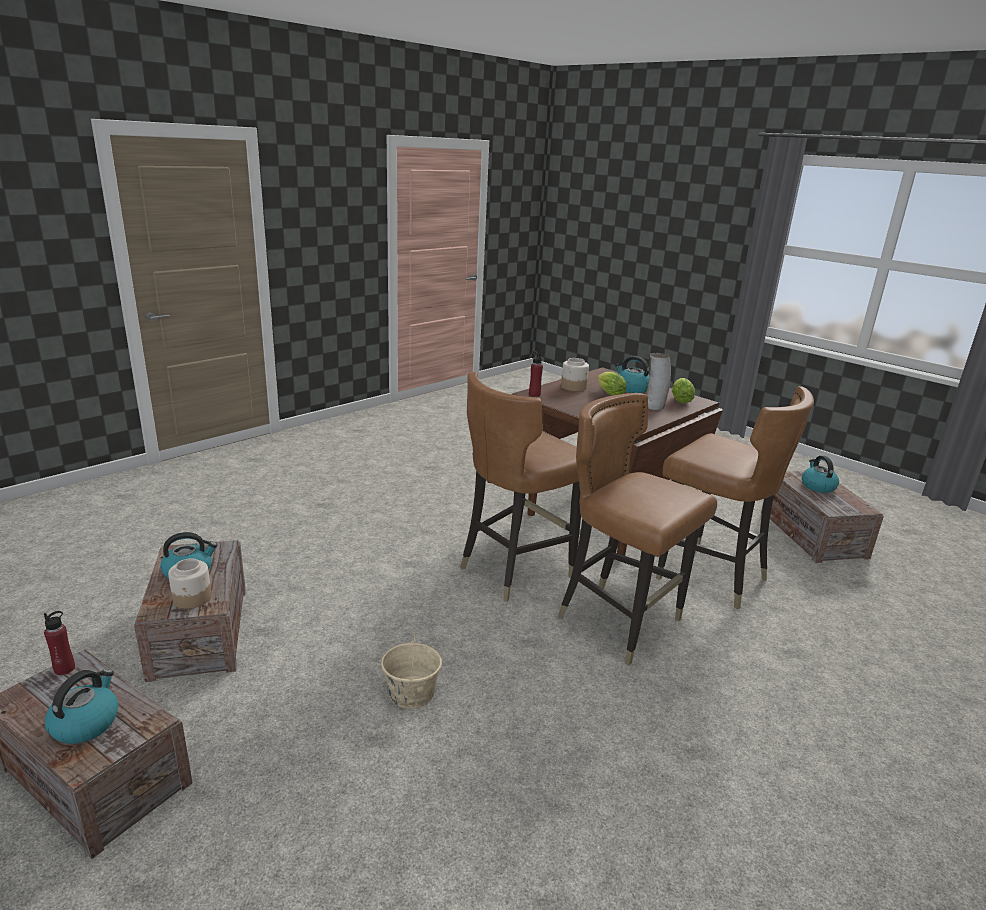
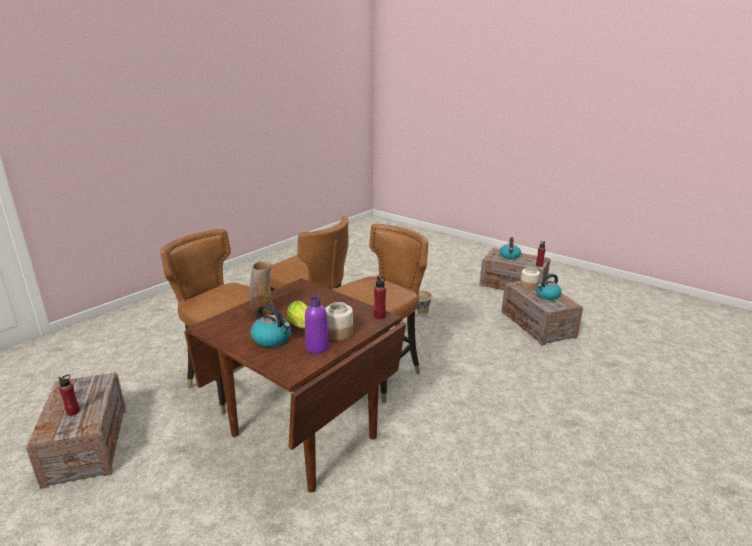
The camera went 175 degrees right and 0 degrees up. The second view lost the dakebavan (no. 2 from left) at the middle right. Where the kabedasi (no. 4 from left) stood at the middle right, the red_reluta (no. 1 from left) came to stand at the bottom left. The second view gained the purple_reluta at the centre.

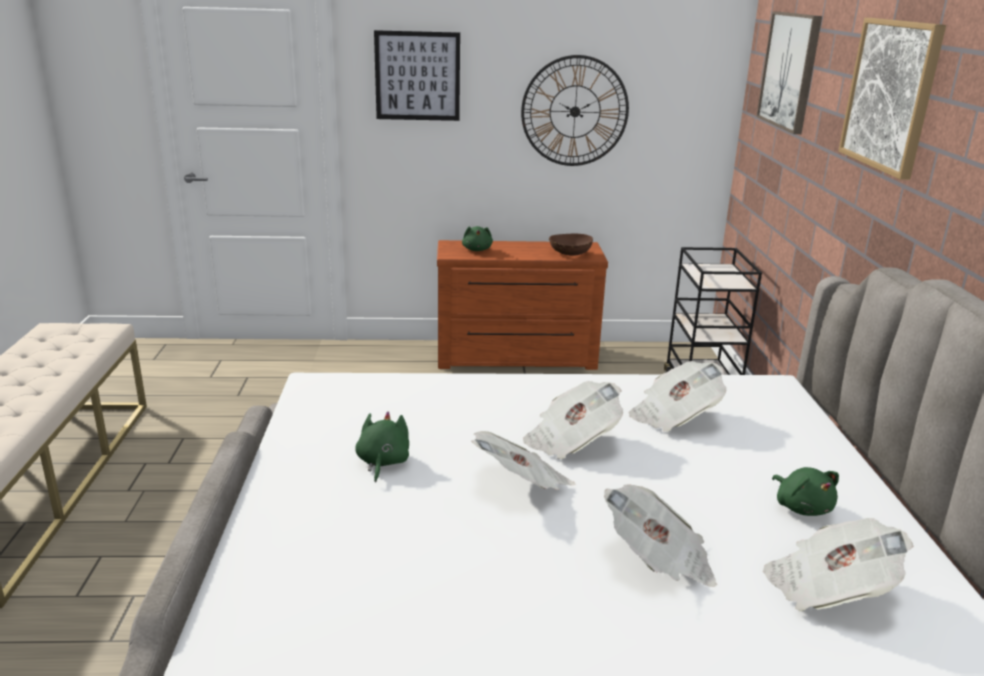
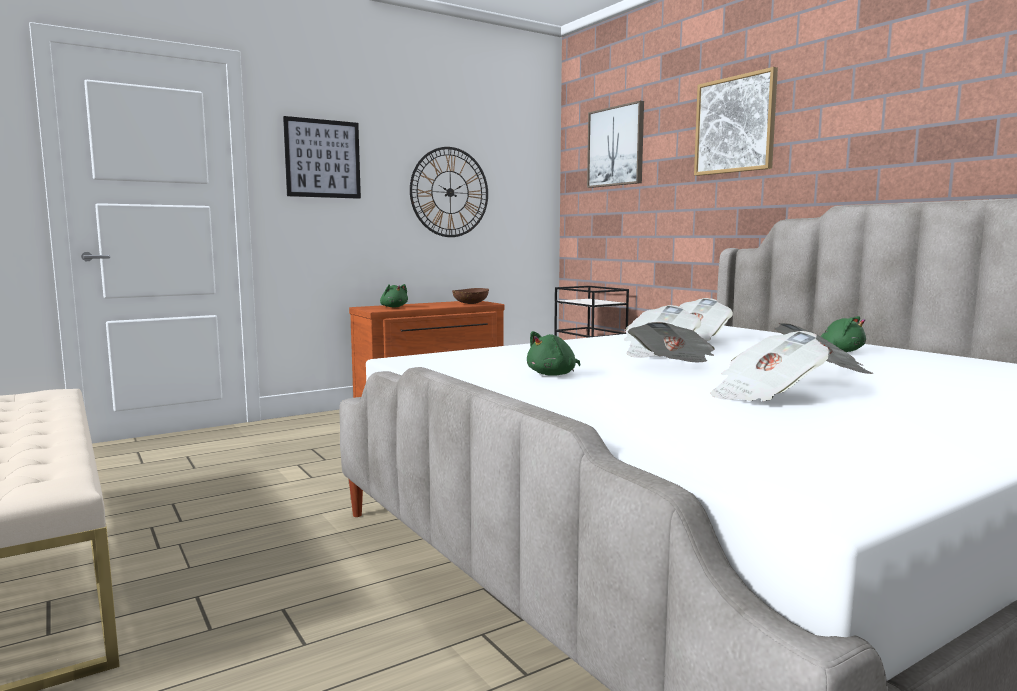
The camera went 30 degrees left and 15 degrees down. The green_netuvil (no. 1 from left in the first image) at the centre ended up facing another way, 105 degrees counterclockwise from before. The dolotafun (no. 5 from left in the first image) ended up elsewhere, having gone from the bottom right to the middle right.

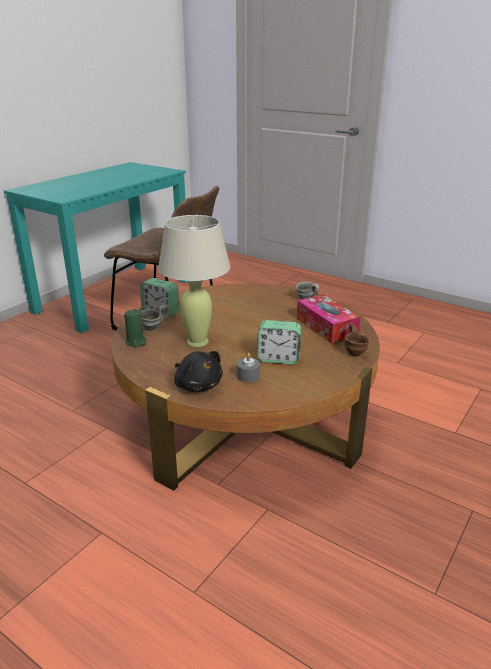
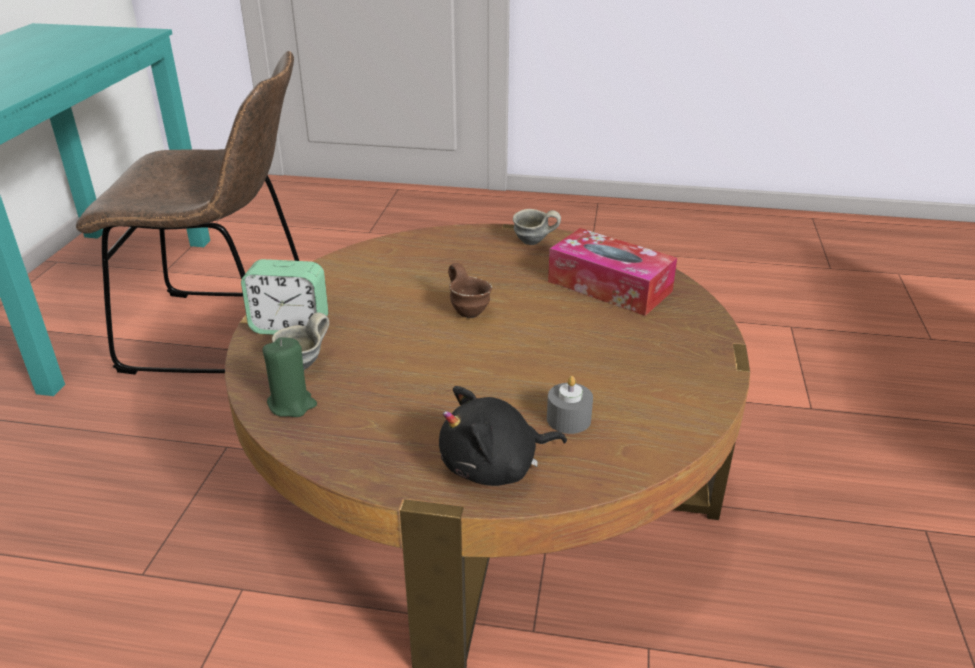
The camera went 25 degrees left and 5 degrees up. The second view lost the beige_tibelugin at the centre. The black_netuvil at the centre ended up facing another way, 135 degrees clockwise from before. The second view lost the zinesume (no. 2 from left) at the centre. The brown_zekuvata ended up elsewhere, having gone from the middle right to the centre.

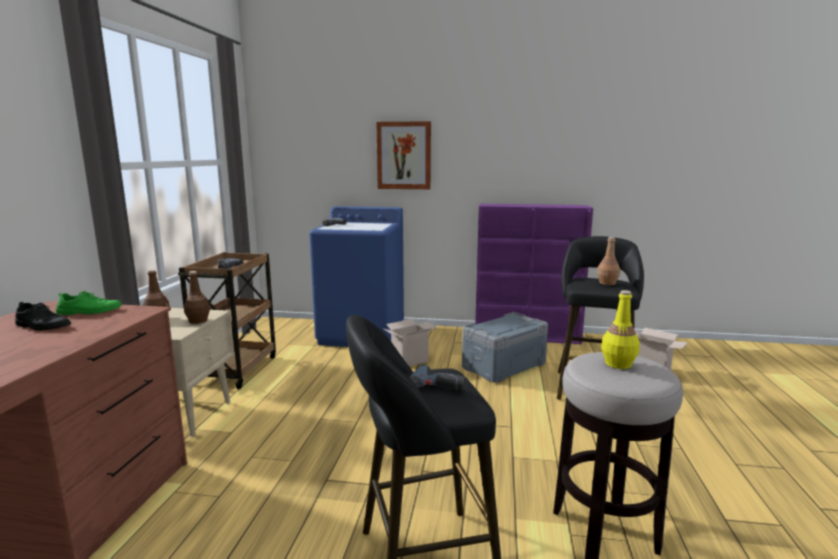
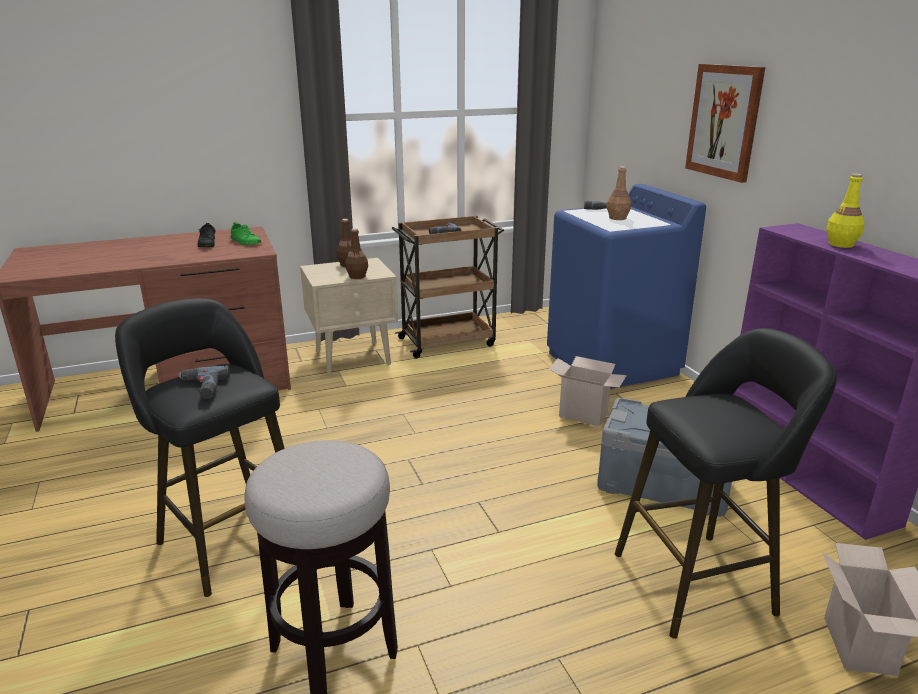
The camera went 60 degrees right and 10 degrees up. The brown_reluta (no. 3 from left) ended up elsewhere, having gone from the middle right to the top right. The yellow_reluta ended up elsewhere, having gone from the middle right to the top right.

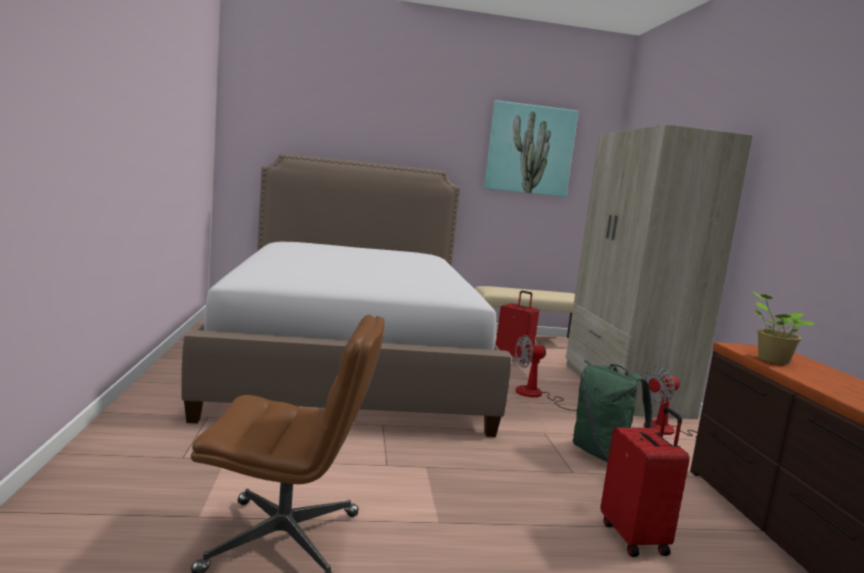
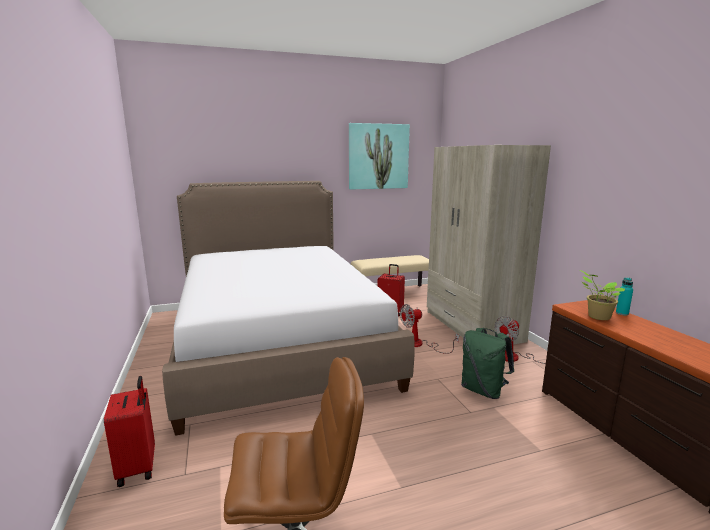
The camera went 10 degrees left and 5 degrees up. The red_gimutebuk (no. 2 from left in the first image) ended up elsewhere, having gone from the bottom right to the bottom left. The second view gained the turquoise_reluta at the middle right.

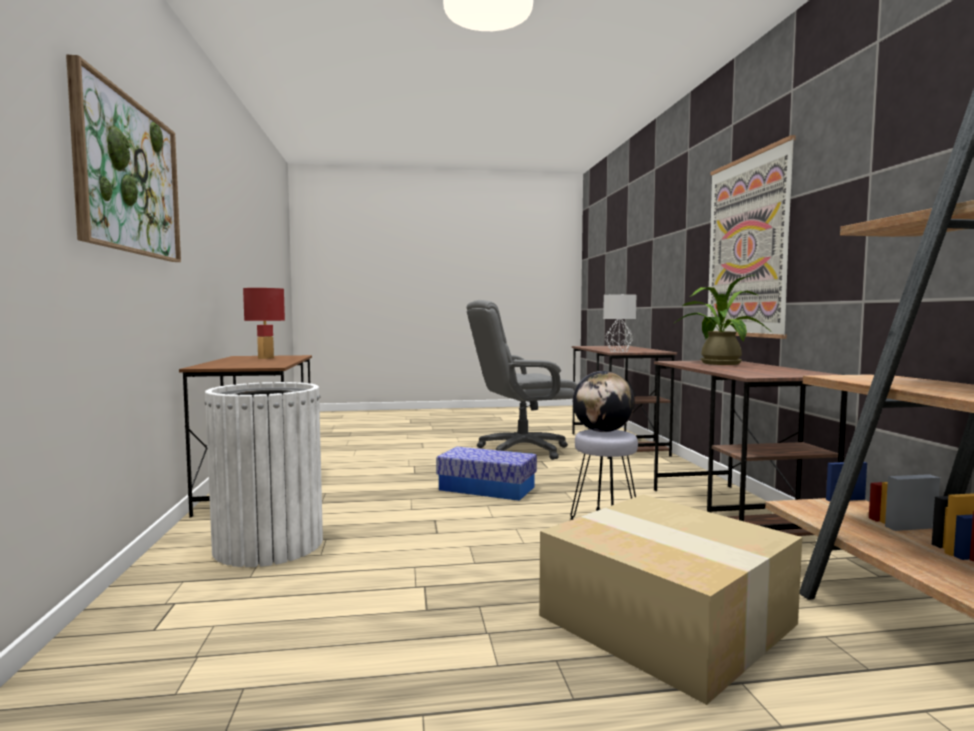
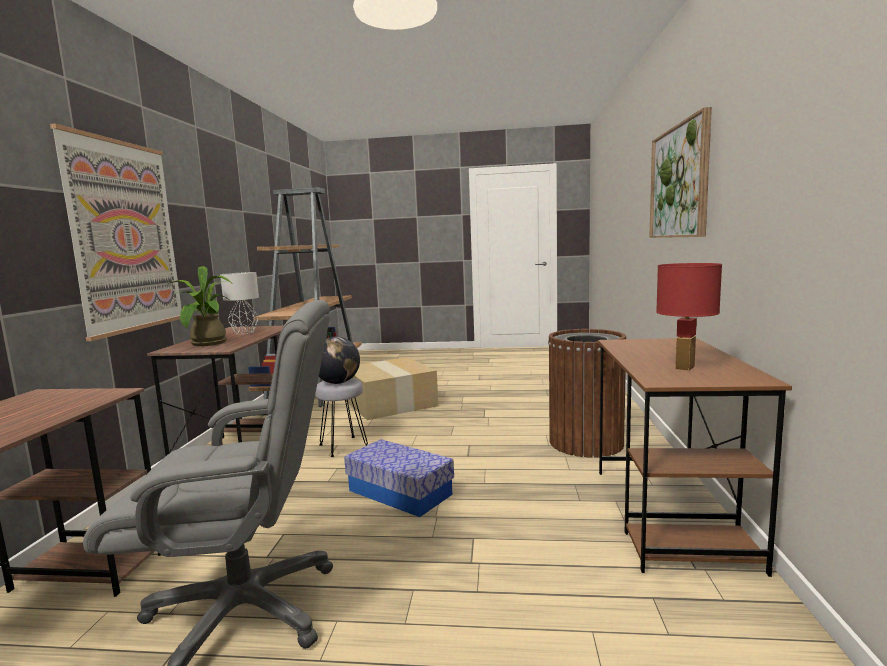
The camera went 165 degrees left and 5 degrees up. What was the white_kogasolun at the middle left turned into the brown_kogasolun at the centre. The grey_tibelugin ended up elsewhere, having gone from the centre to the middle left.

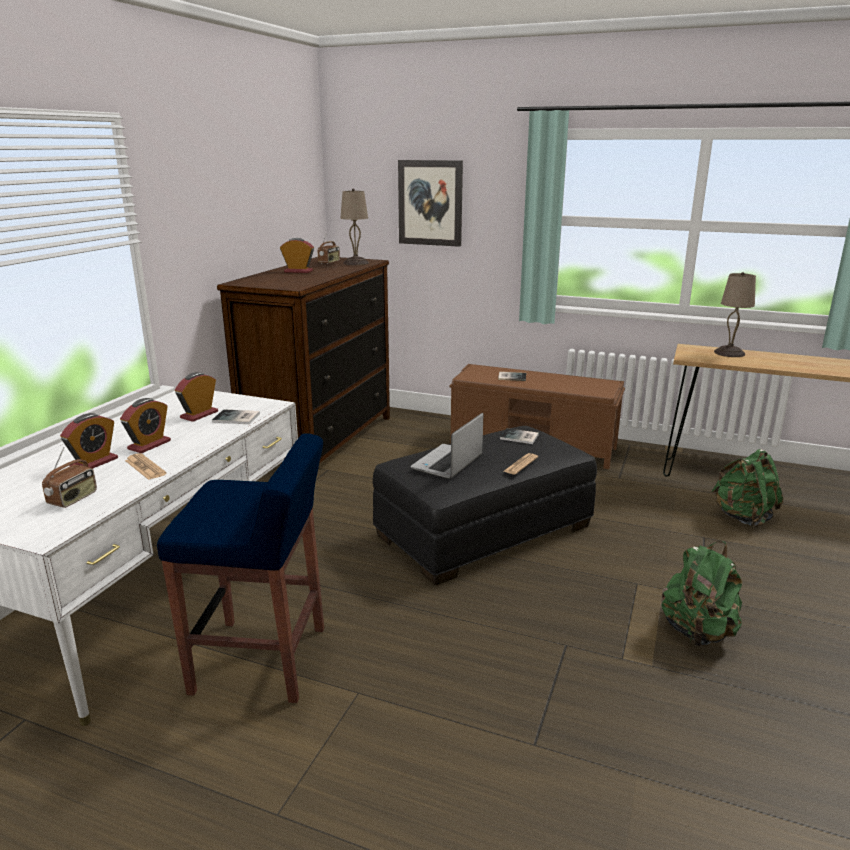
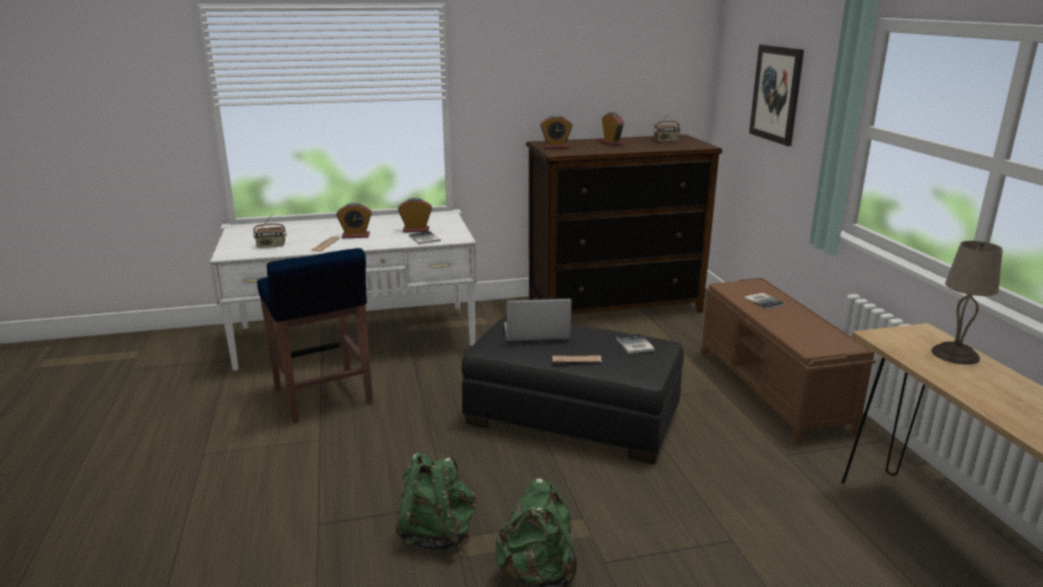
The camera went 55 degrees right and 0 degrees up. The zinesume (no. 1 from left in the first image) ended up elsewhere, having gone from the middle left to the top centre. The second view lost the beige_tibelugin (no. 1 from left) at the top centre. The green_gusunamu (no. 2 from left in the first image) ended up elsewhere, having gone from the middle right to the bottom centre.

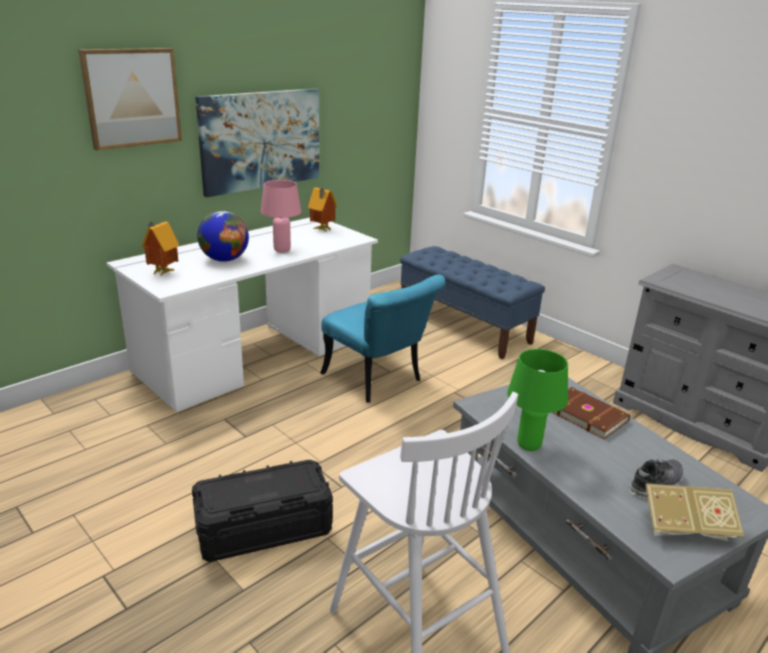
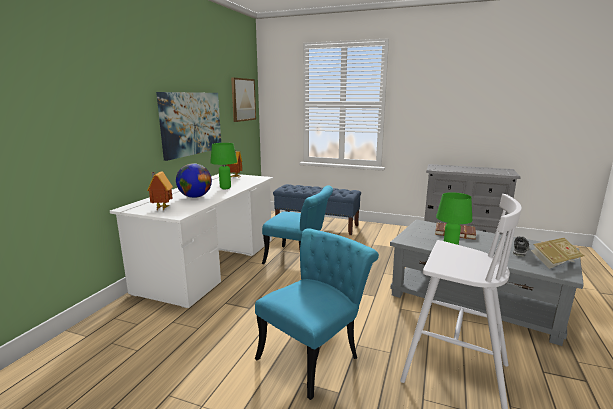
The camera went 25 degrees left and 10 degrees down. The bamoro (no. 1 from left in the first image) ended up elsewhere, having gone from the top left to the top centre. Where the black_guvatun stood at the bottom centre, the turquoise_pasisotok (no. 2 from left) came to stand at the bottom centre. What was the pink_tibelugin at the top centre turned into the green_tibelugin (no. 1 from left) at the centre.

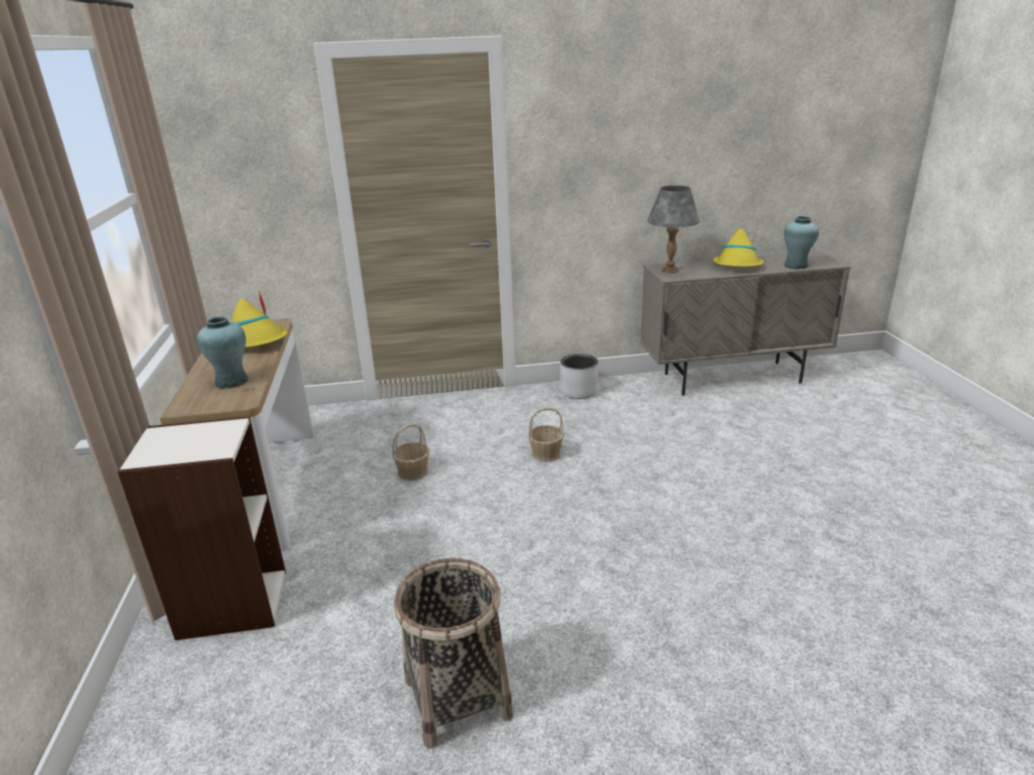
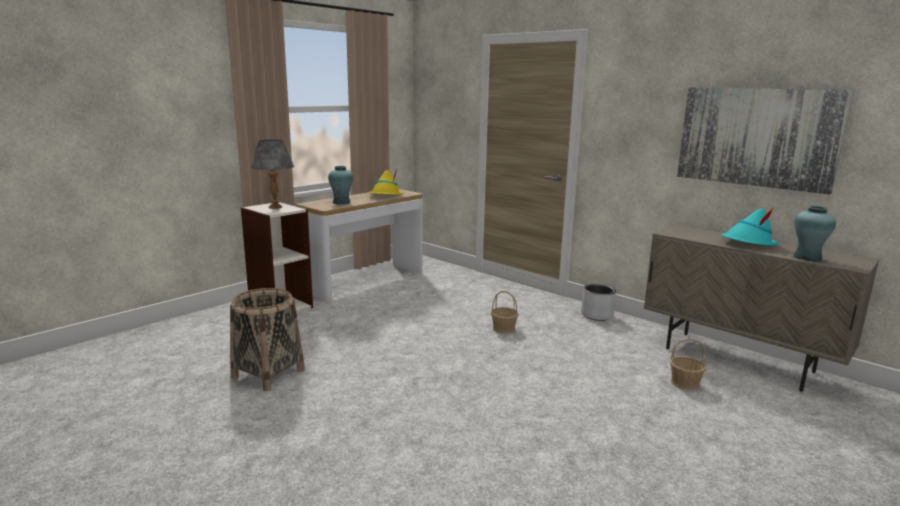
The camera went 50 degrees right and 10 degrees down. The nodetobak (no. 1 from left in the first image) ended up elsewhere, having gone from the centre to the bottom right. The grey_tibelugin ended up elsewhere, having gone from the top centre to the middle left. What was the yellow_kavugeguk (no. 2 from left) at the top right turned into the turquoise_kavugeguk at the middle right. The second view gained the bamoro at the top right.

